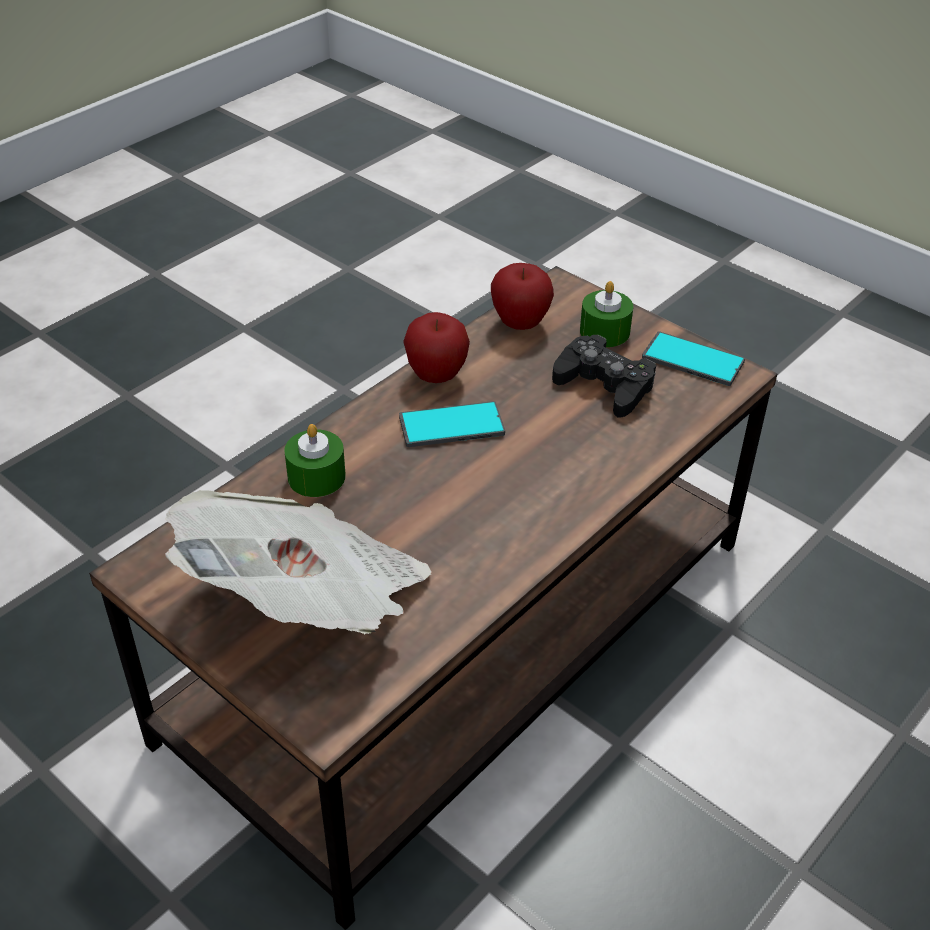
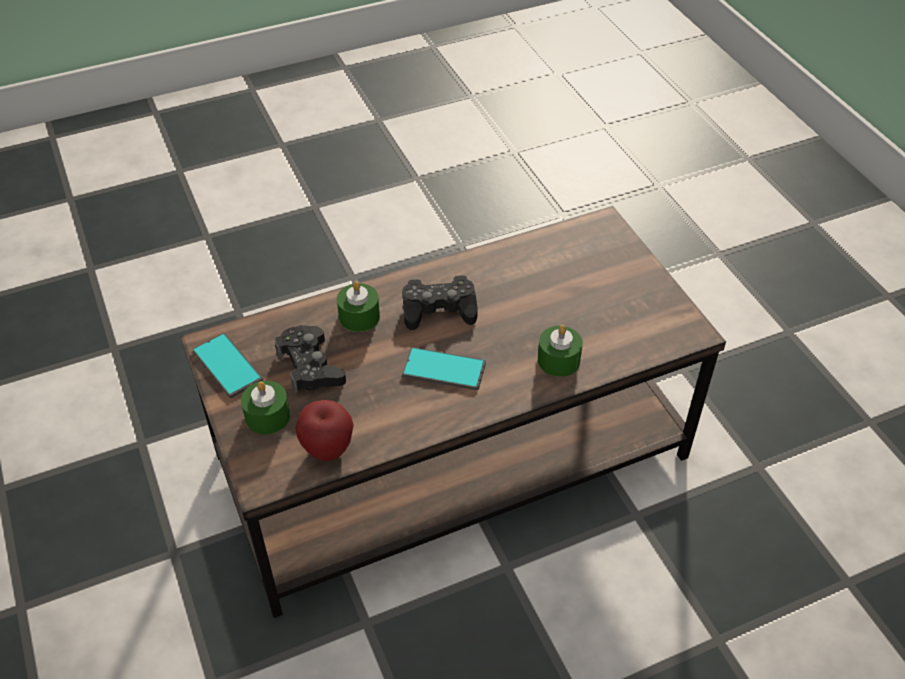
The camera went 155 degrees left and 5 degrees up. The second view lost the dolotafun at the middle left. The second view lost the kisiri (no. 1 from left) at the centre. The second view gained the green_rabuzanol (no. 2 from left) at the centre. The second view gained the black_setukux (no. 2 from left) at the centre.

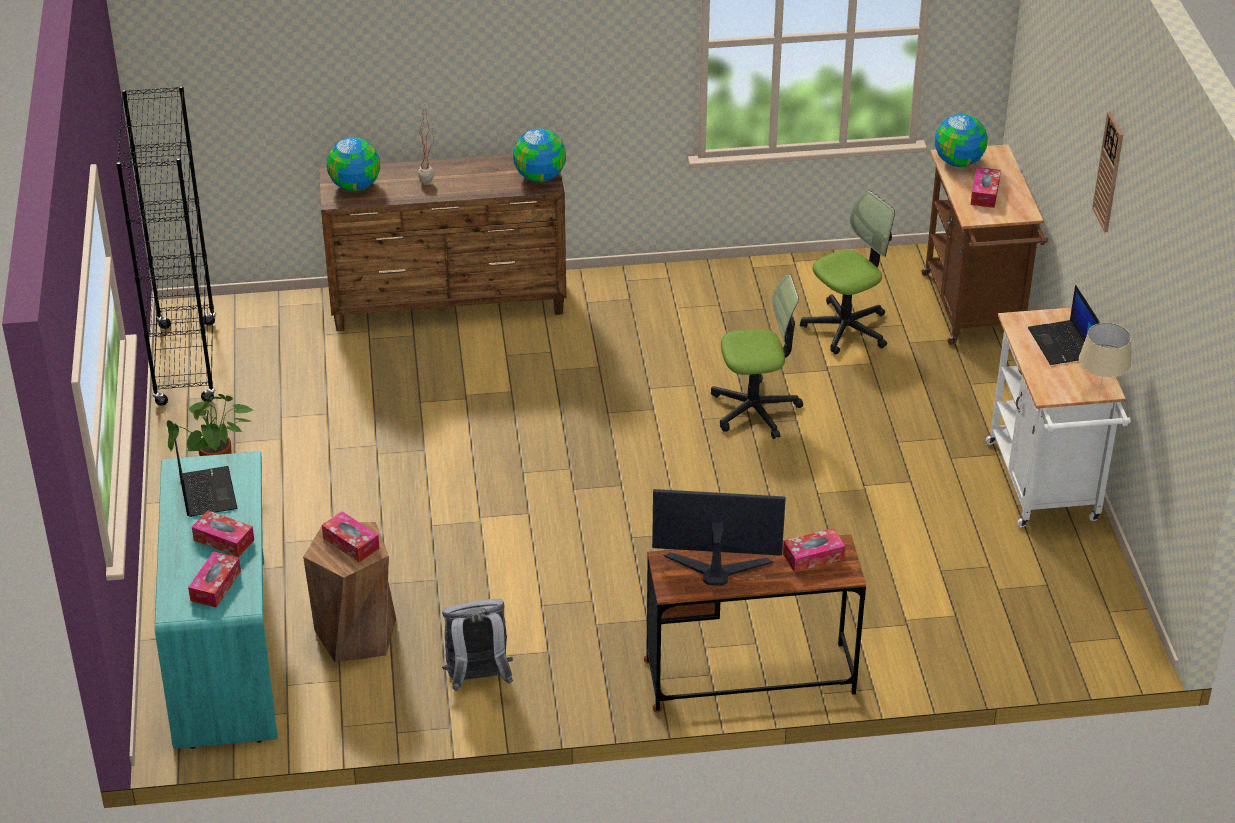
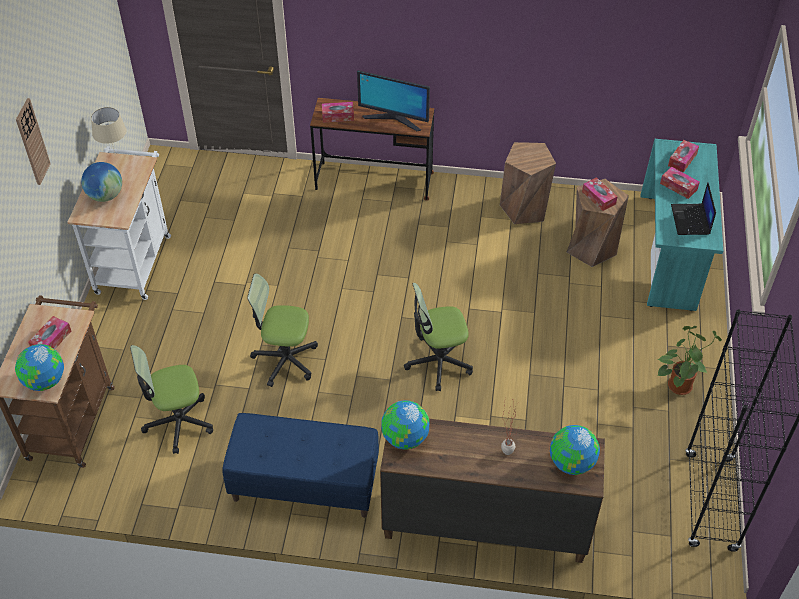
The camera went 165 degrees left and 10 degrees up. Where the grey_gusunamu stood at the bottom centre, the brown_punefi (no. 1 from left) came to stand at the top centre. Where the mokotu (no. 2 from left) stood at the middle right, the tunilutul (no. 2 from left) came to stand at the top left. The second view gained the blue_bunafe at the bottom centre. The second view gained the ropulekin (no. 3 from left) at the centre.

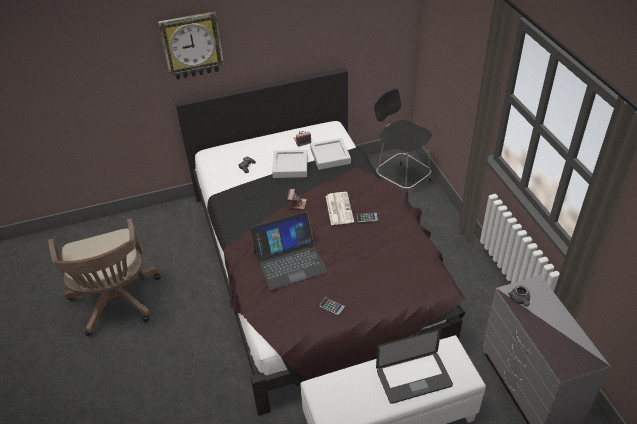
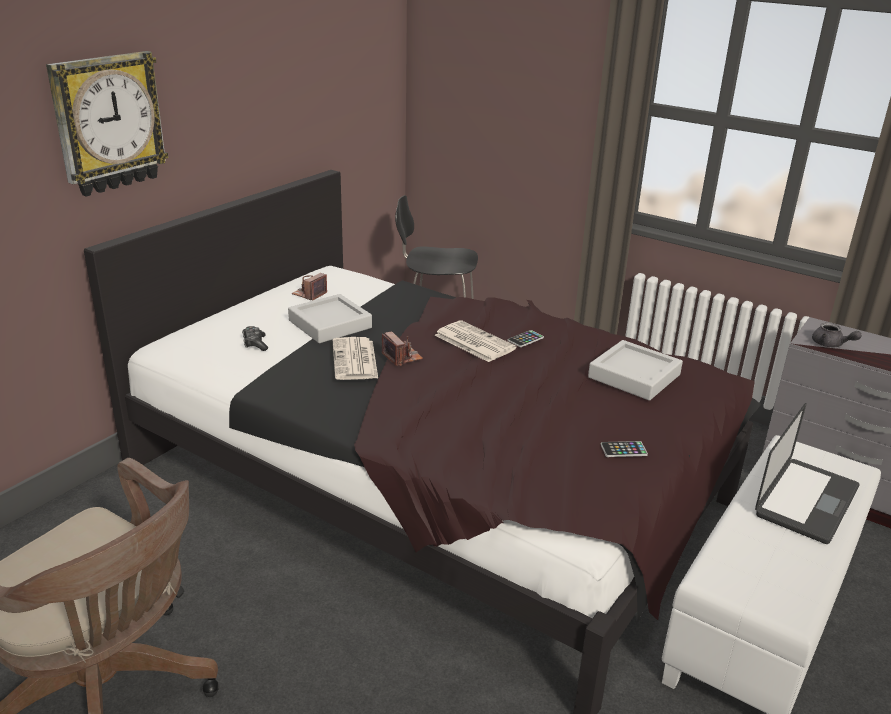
The camera went 40 degrees left and 15 degrees down. The second view lost the mokotu (no. 1 from left) at the centre. The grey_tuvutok (no. 2 from left) ended up elsewhere, having gone from the centre to the middle right. The second view gained the dolotafun (no. 1 from left) at the centre.

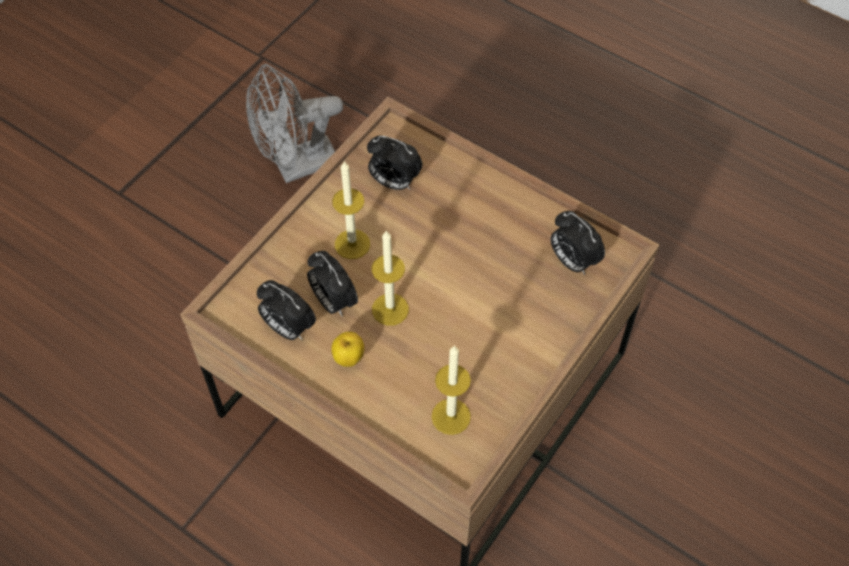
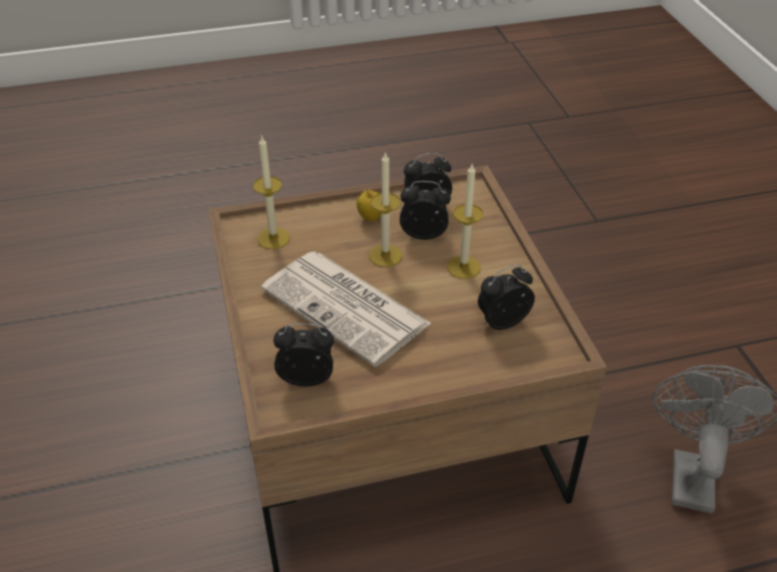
The camera went 130 degrees right and 15 degrees down. The second view gained the dolotafun at the centre.

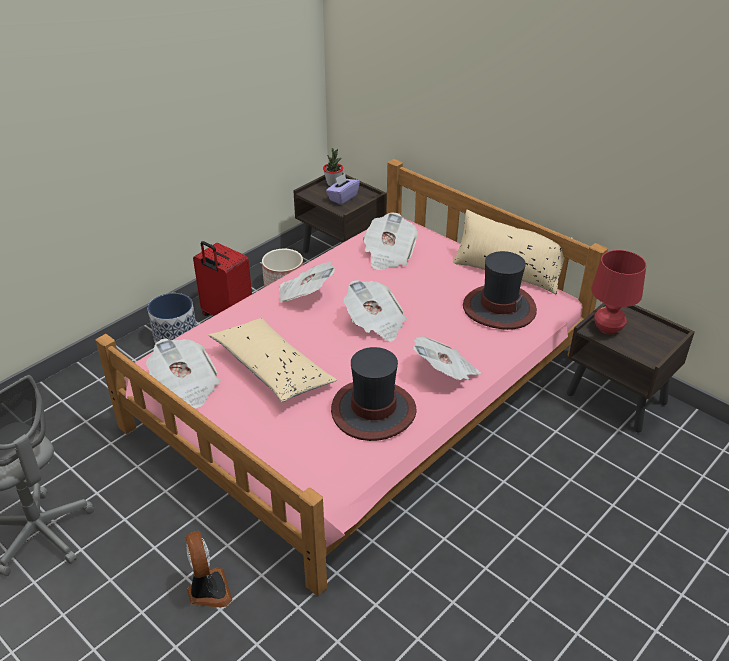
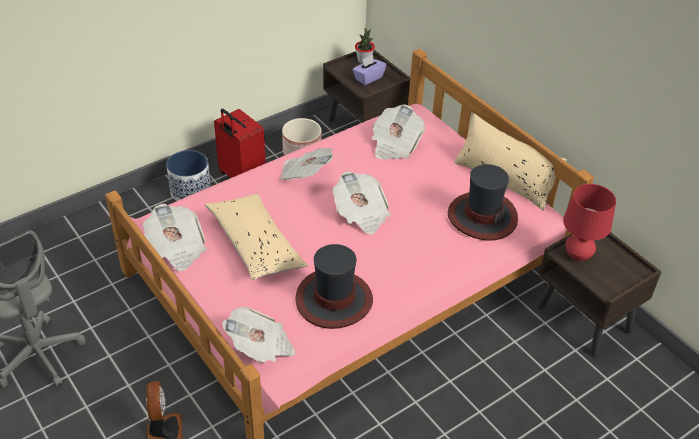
The camera went 10 degrees right and 5 degrees up. The dolotafun (no. 5 from left in the first image) ended up elsewhere, having gone from the centre to the bottom centre.

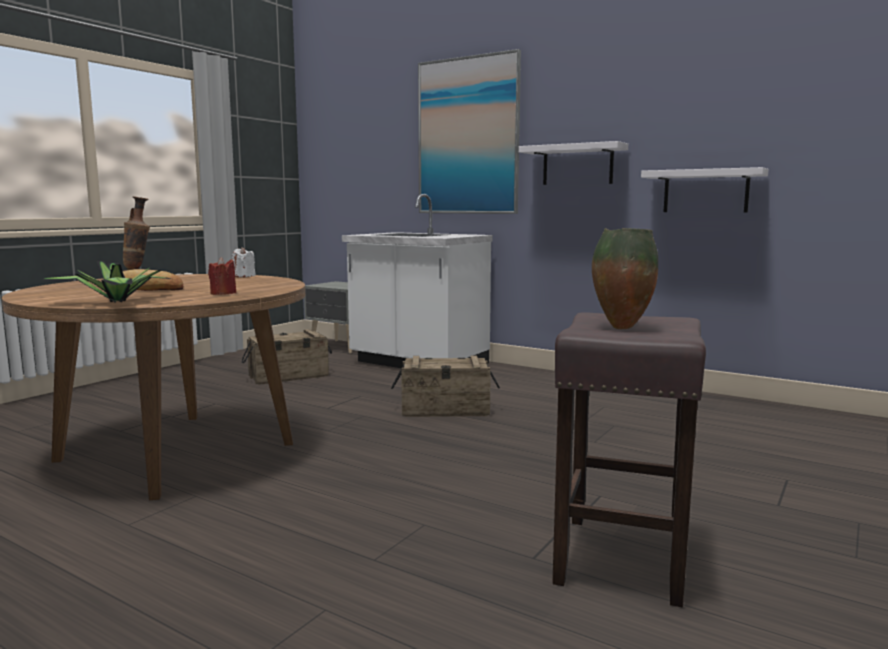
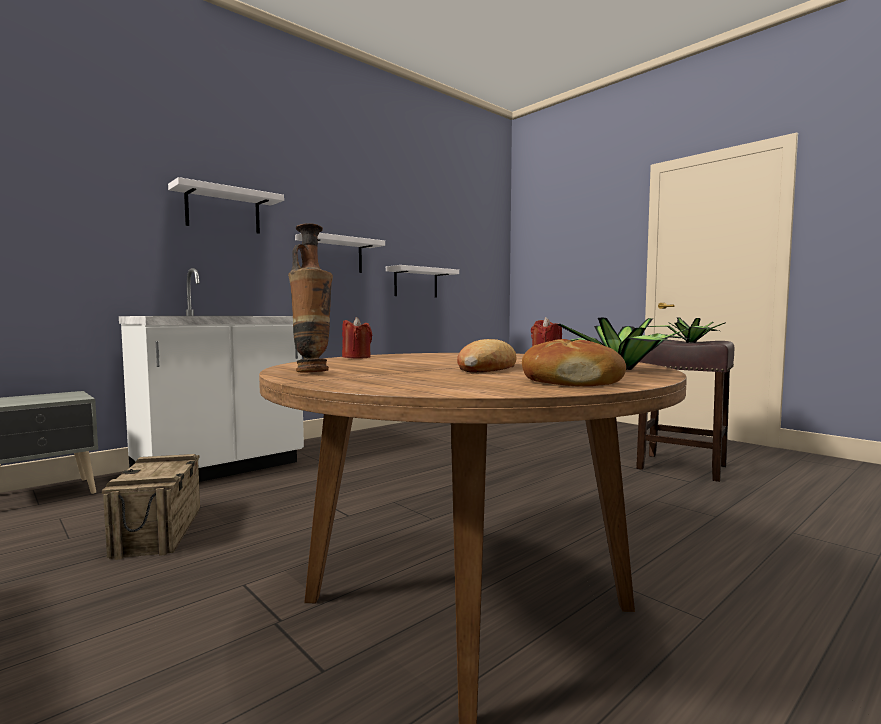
The camera went 75 degrees left and 5 degrees down. What was the white_rabuzanol at the middle left turned into the red_rabuzanol (no. 1 from left) at the centre. The second view lost the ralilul (no. 2 from left) at the centre. Where the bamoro hung at the top centre, the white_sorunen (no. 1 from left) came to hang at the top left. Where the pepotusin (no. 2 from left) stood at the middle right, the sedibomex (no. 2 from left) came to stand at the middle right. The second view gained the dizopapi (no. 2 from left) at the centre.

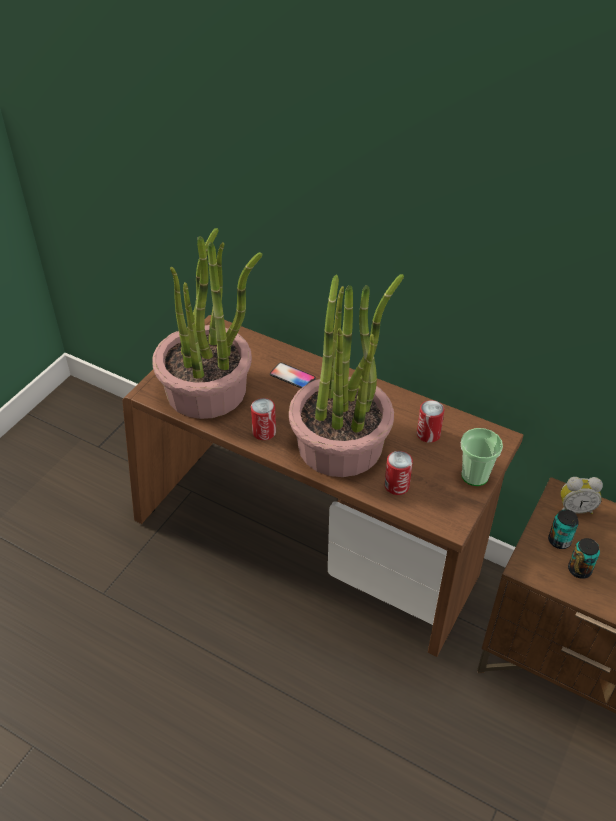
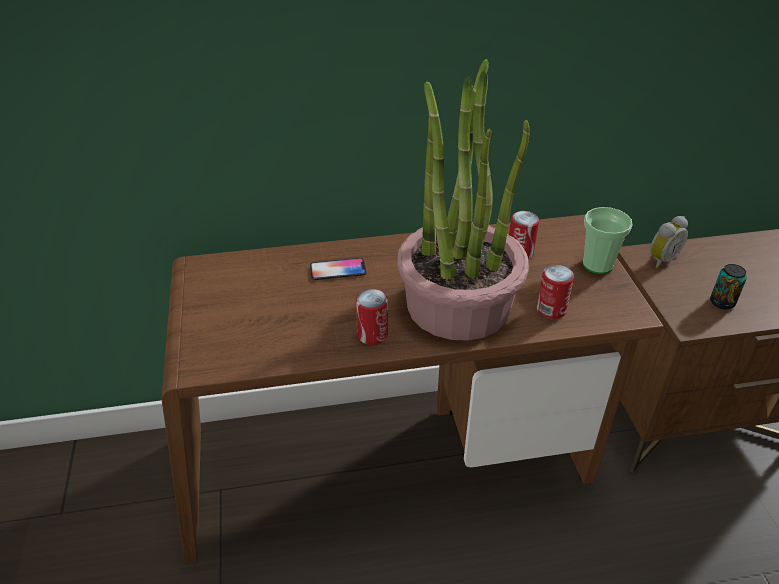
The camera went 40 degrees left and 5 degrees down. The second view lost the sedibomex (no. 1 from left) at the centre. The second view lost the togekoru (no. 4 from left) at the middle right.

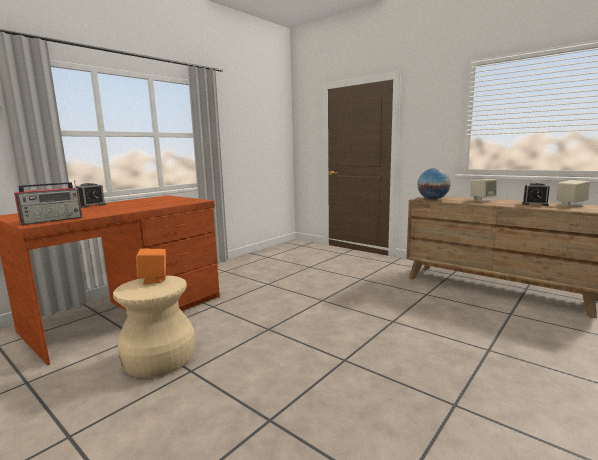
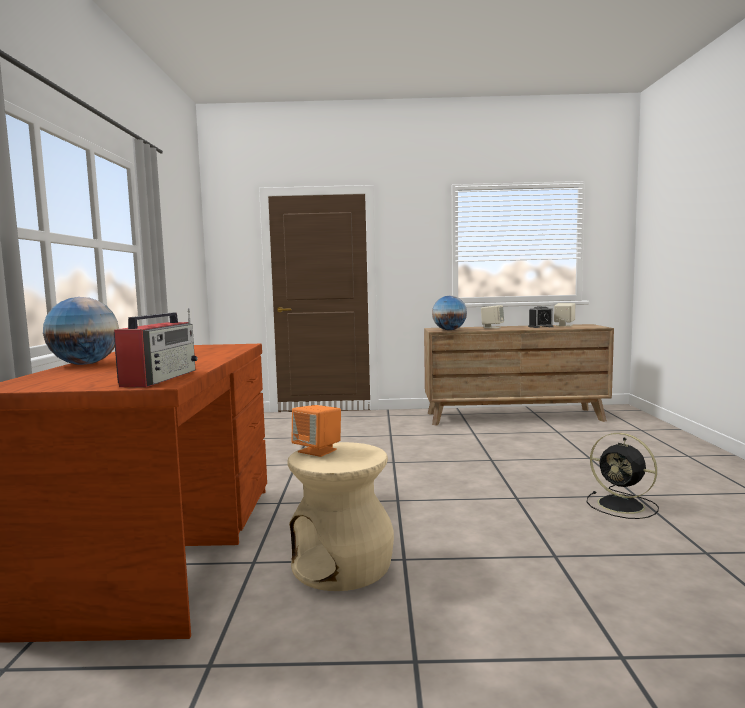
The camera went 40 degrees left and 5 degrees down. Where the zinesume (no. 1 from left) stood at the middle left, the tunilutul (no. 1 from left) came to stand at the middle left. The second view gained the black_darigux at the bottom right.

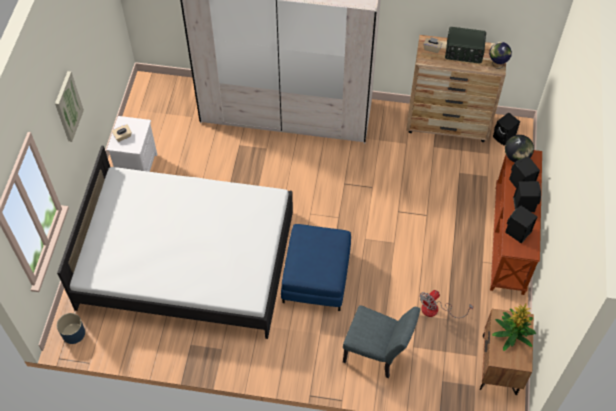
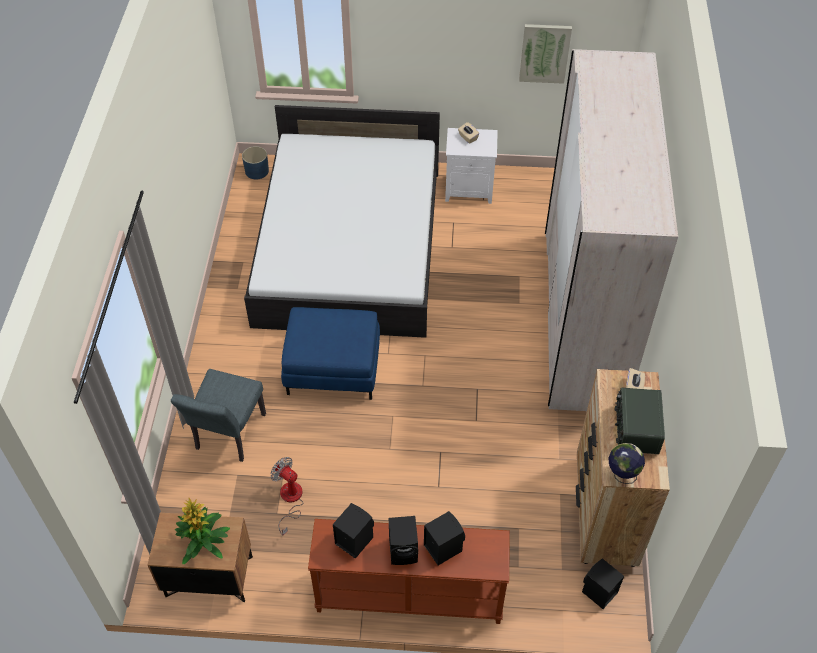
The camera went 85 degrees right and 5 degrees down. The bamoro ended up elsewhere, having gone from the top left to the top right. The second view lost the tunilutul (no. 2 from left) at the middle right.

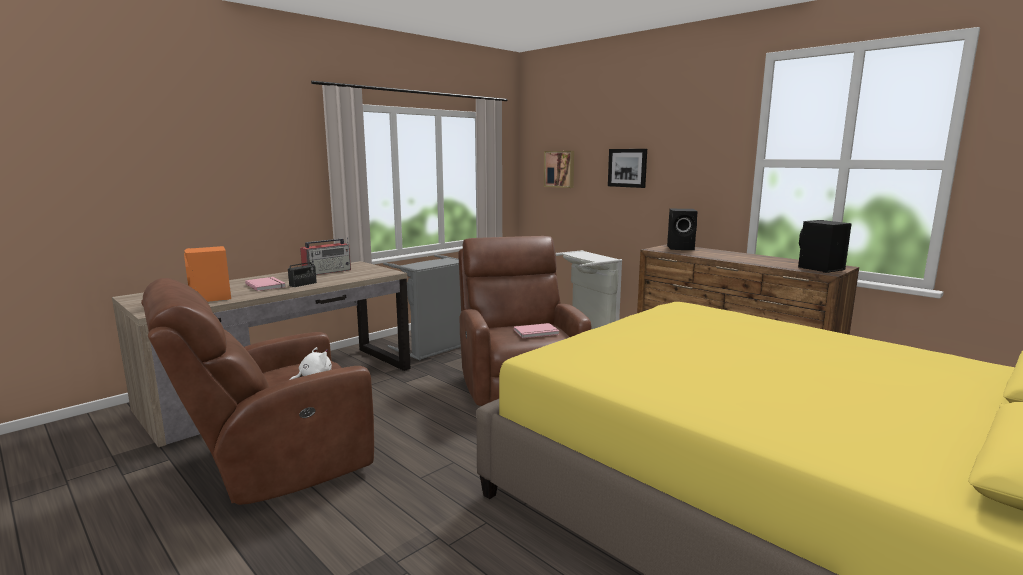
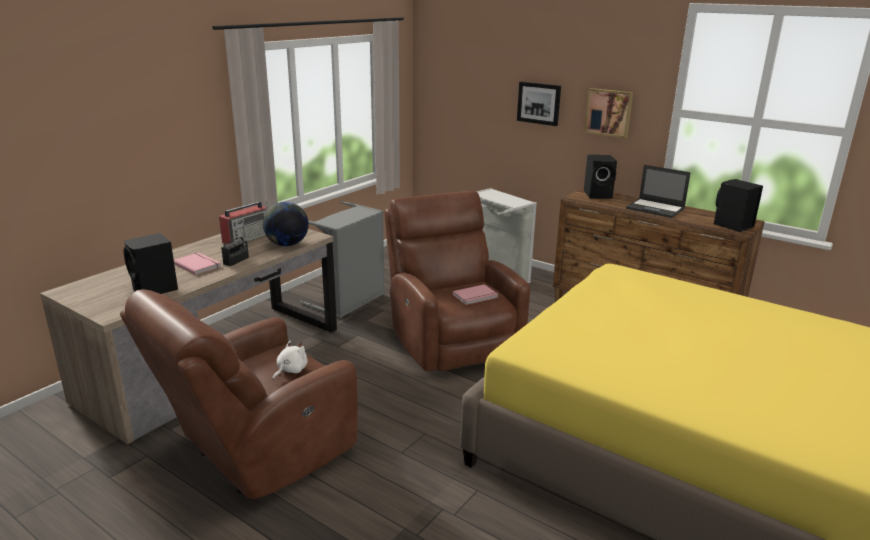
The camera went 10 degrees left and 10 degrees up. What was the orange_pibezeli at the middle left turned into the black_pibezeli (no. 1 from left) at the middle left. The bamoro (no. 1 from left in the first image) ended up elsewhere, having gone from the top centre to the top right. The second view gained the tunilutul at the middle left. The second view gained the mokotu at the middle right.

